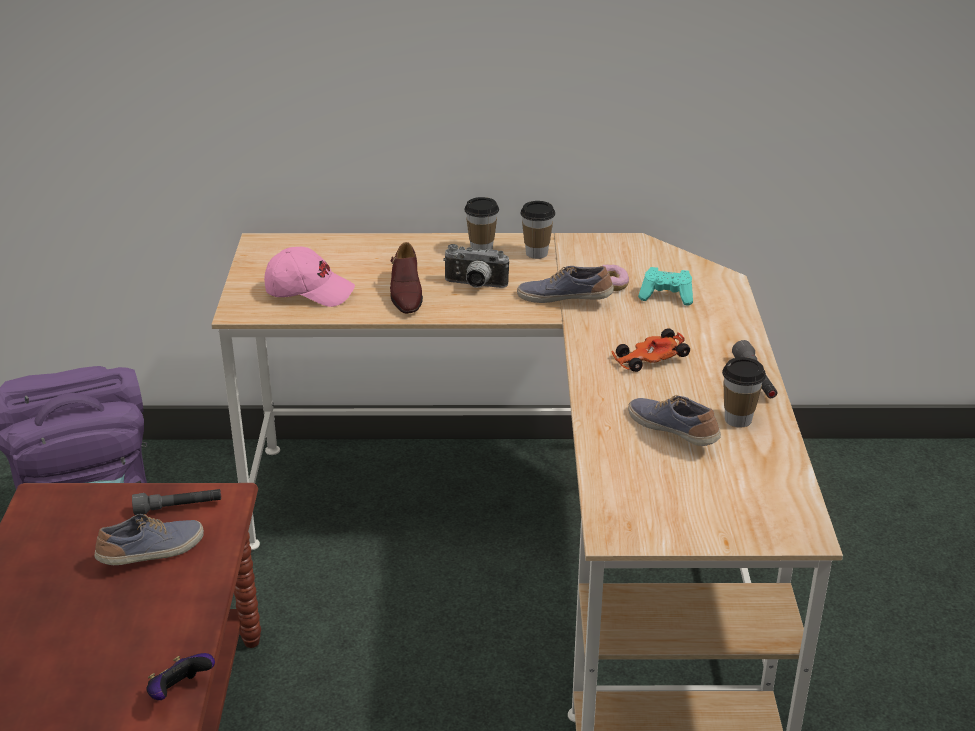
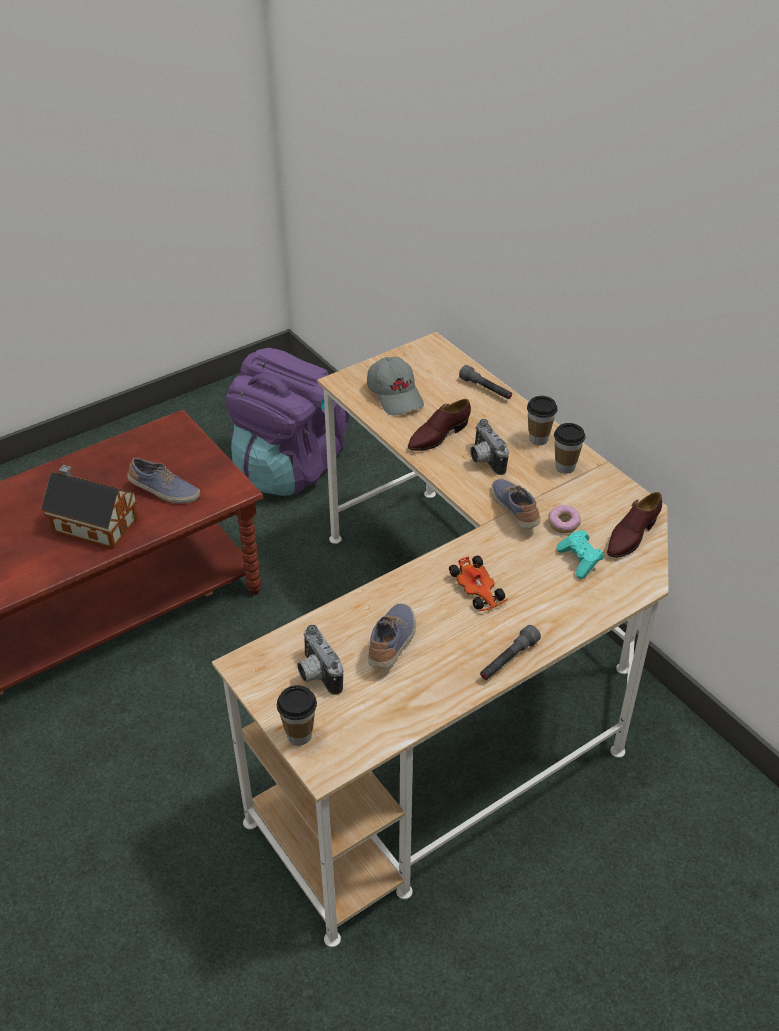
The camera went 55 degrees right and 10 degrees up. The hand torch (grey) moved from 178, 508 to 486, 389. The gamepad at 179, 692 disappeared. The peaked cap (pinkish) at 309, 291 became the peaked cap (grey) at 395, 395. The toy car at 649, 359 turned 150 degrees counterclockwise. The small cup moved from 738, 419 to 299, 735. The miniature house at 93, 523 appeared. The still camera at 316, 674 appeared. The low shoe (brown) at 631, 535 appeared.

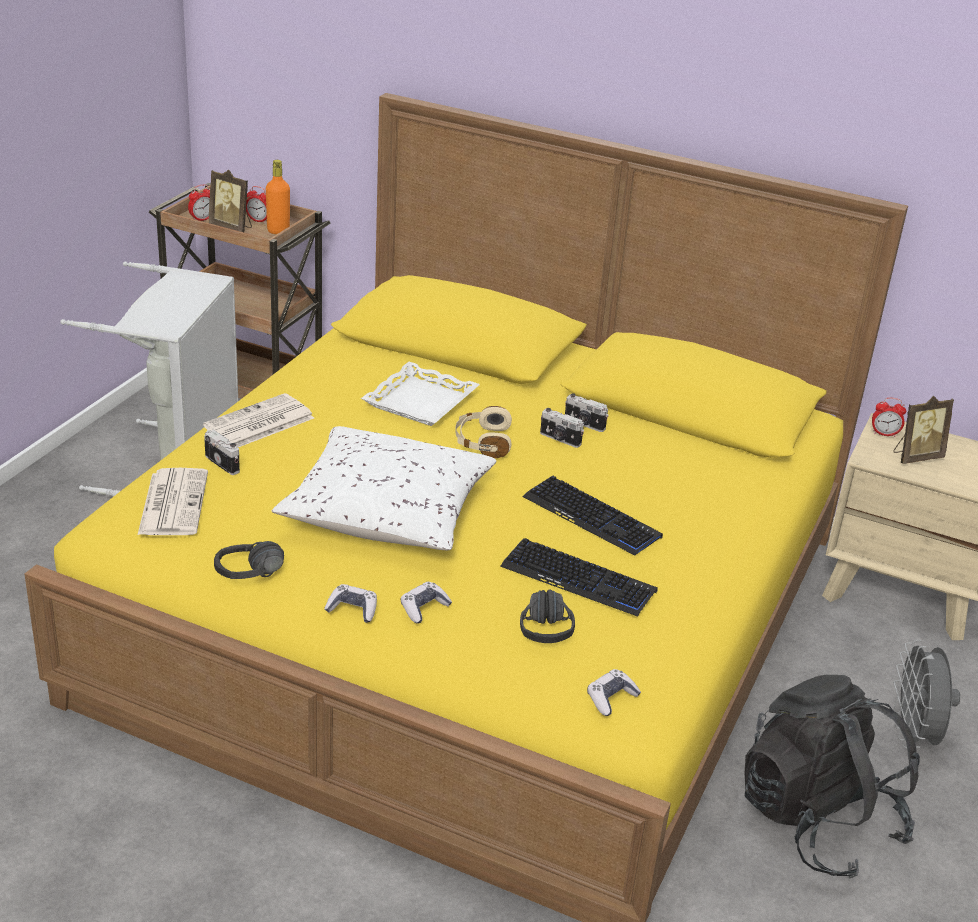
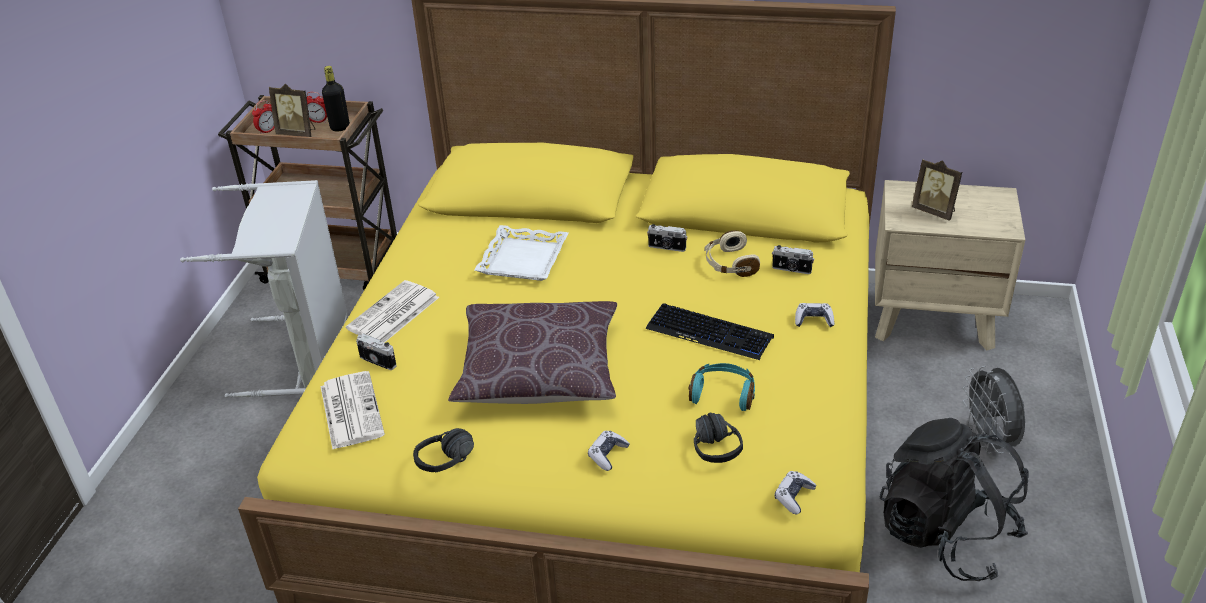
The camera went 10 degrees left and 5 degrees up. The bottle (orange) at 278, 231 became the bottle (black-coloured) at 340, 127. The cushion (whitish) at 387, 511 became the cushion (brown) at 538, 371. The gamepad moved from 352, 609 to 813, 320. The pair of headphones (beige) moved from 482, 442 to 729, 264. The PC keyboard at 578, 579 was replaced by the pair of headphones (blue-green) at 723, 394. The still camera moved from 559, 439 to 791, 269. The bedside clock at 884, 434 disappeared. The photo frame at 915, 457 turned 75 degrees clockwise.

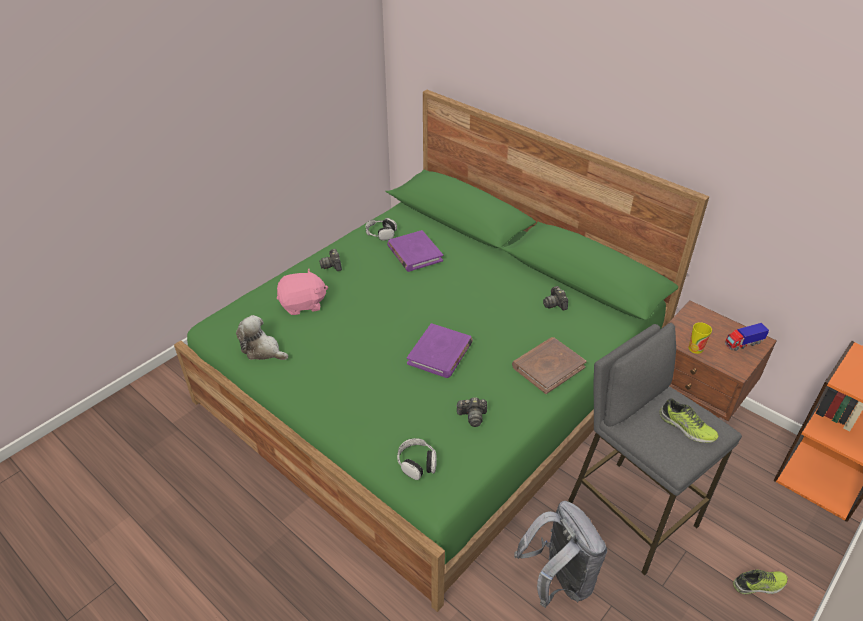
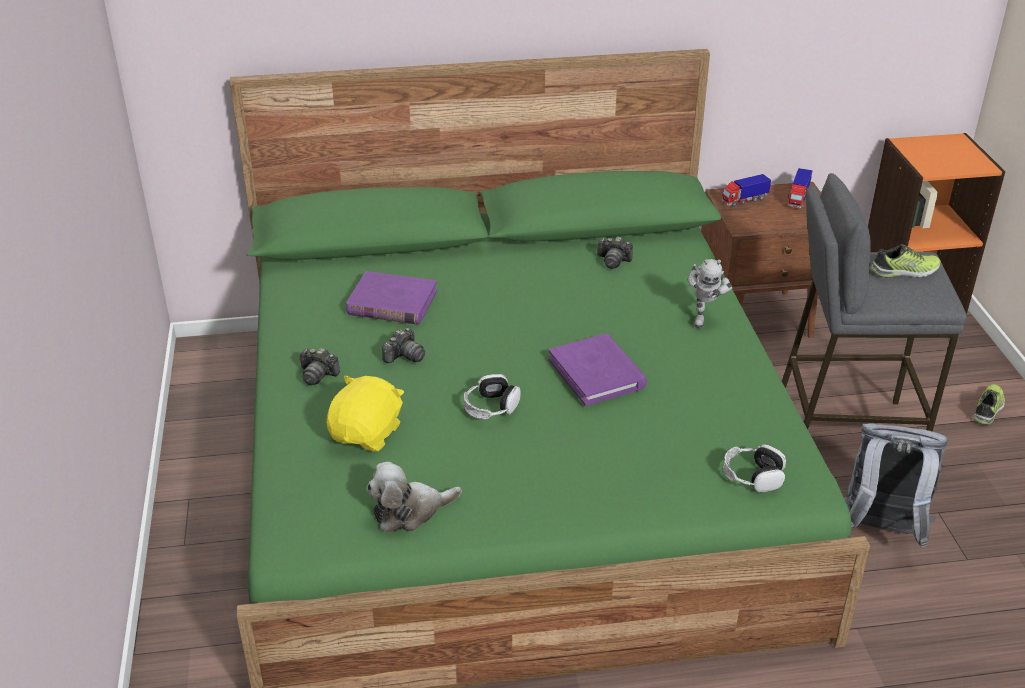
The camera went 50 degrees left and 5 degrees down. The plush toy (pinkish) at 303, 305 became the plush toy (yellowish) at 367, 434. The pair of headphones moved from 381, 234 to 491, 407. The still camera moved from 472, 416 to 404, 356. The book (brown) at 548, 367 was replaced by the robot figure at 703, 316. The small cup at 695, 348 disappeared. The toy truck at 744, 200 appeared.

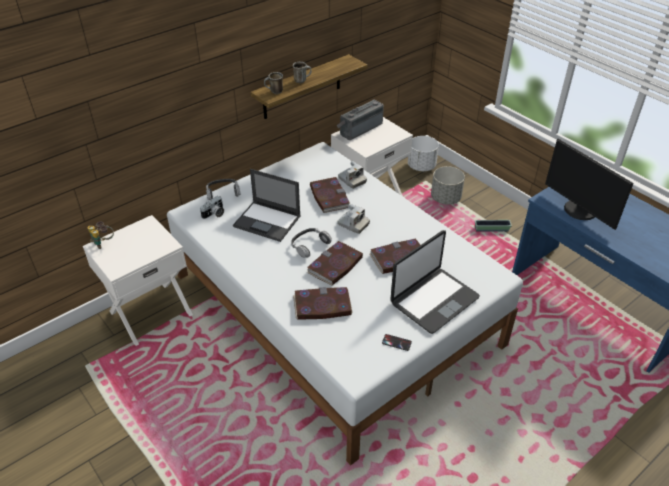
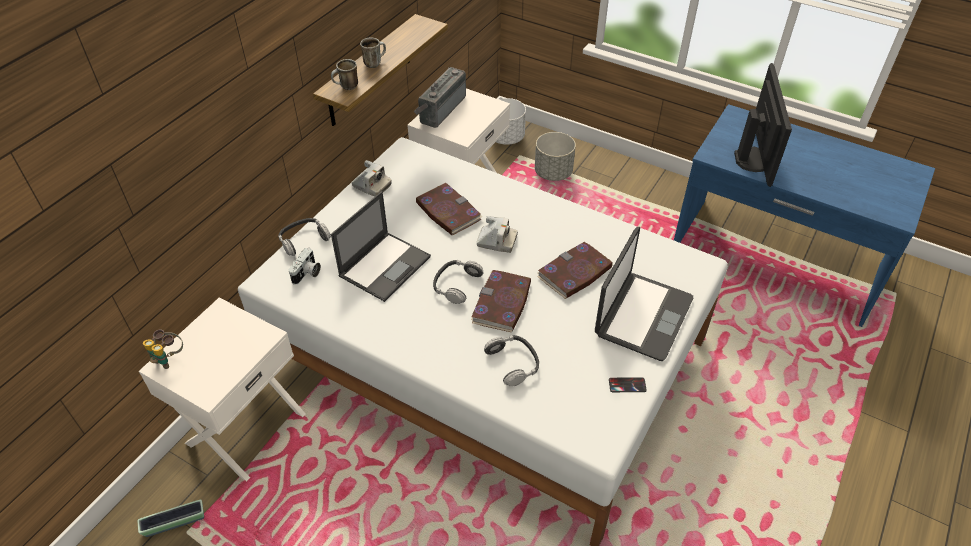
The camera went 20 degrees left and 5 degrees up. The laptop at 268, 221 turned 60 degrees counterclockwise. The book at 322, 306 was replaced by the pair of headphones at 513, 363. The still camera moved from 352, 180 to 371, 186. The flower pot moved from 491, 229 to 175, 523. The computer screen at 579, 210 turned 120 degrees counterclockwise.

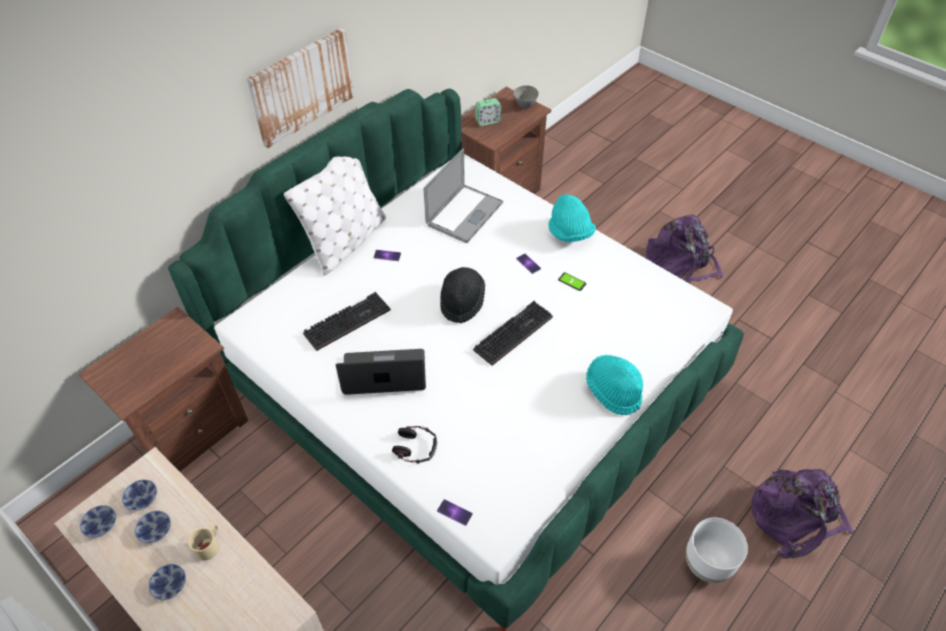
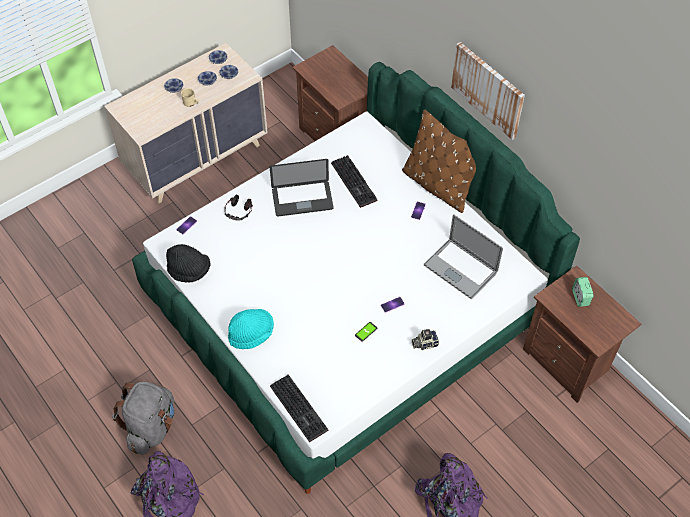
The camera went 100 degrees right and 5 degrees up. The cushion (whitish) at 346, 241 became the cushion (brown) at 438, 186. The laptop at 384, 373 turned 75 degrees clockwise. The wearable hat (black-coloured) moved from 462, 302 to 189, 271. The PC keyboard moved from 513, 332 to 300, 408. The bowl (grey) at 525, 105 disappeared. The wearable hat (blue-green) at 570, 233 was replaced by the still camera at 424, 343. The flower pot (whitish) at 706, 564 was replaced by the knapsack (grey) at 151, 427.

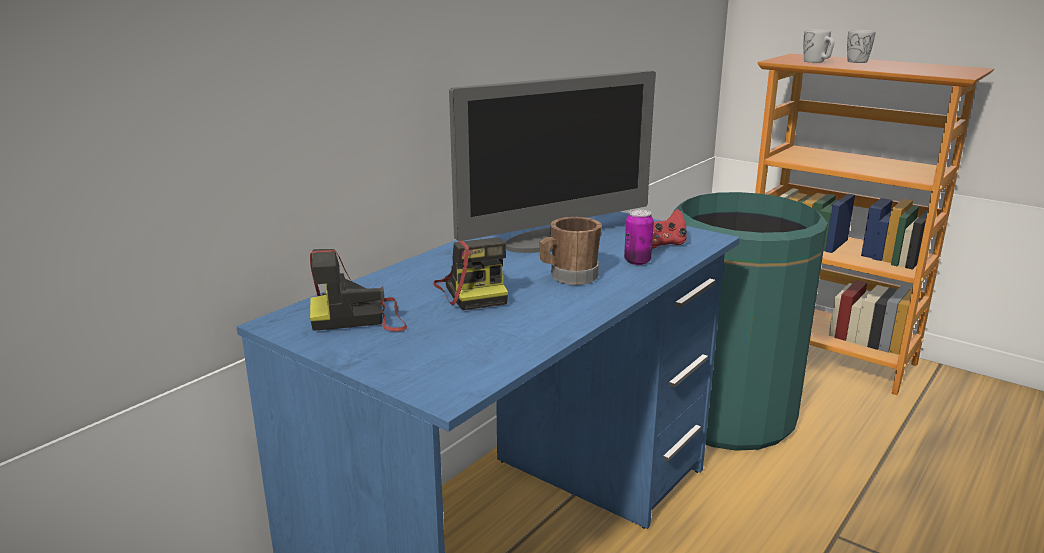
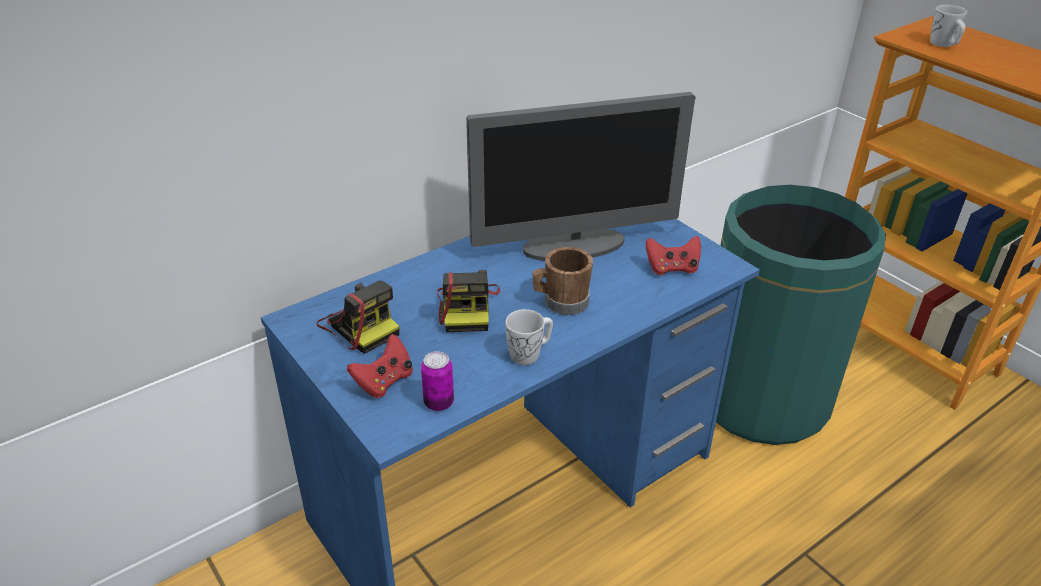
The camera went 15 degrees right and 15 degrees up. The still camera at 360, 318 turned 135 degrees counterclockwise. The sealed can moved from 637, 261 to 439, 403. The tea mug (whitish) moved from 858, 61 to 530, 353. The gamepad (reddish) at 384, 381 appeared.

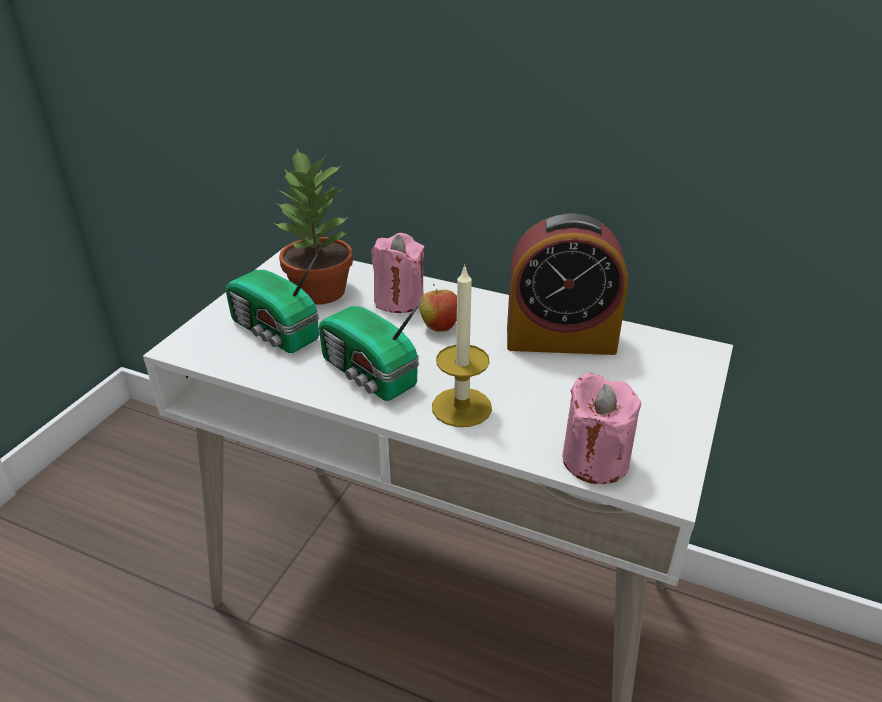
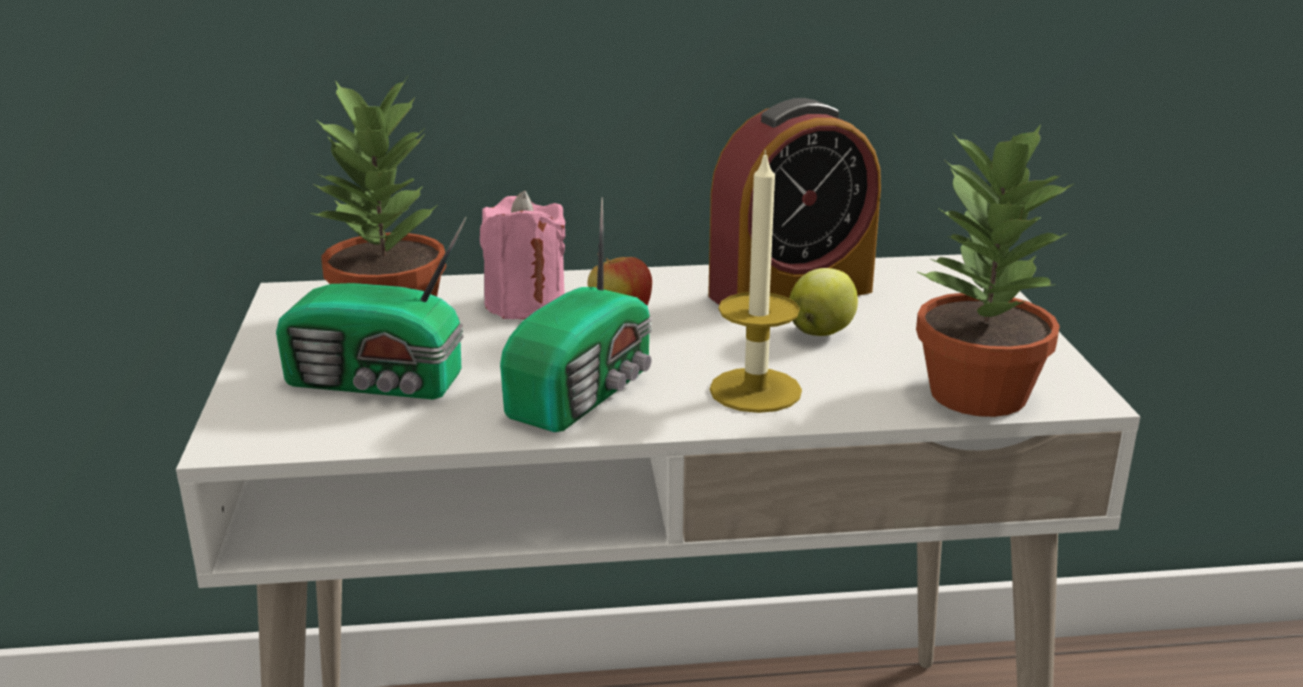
The camera went 30 degrees left and 10 degrees down. The radio receiver at 369, 375 turned 75 degrees counterclockwise. The wax light (pinkish) at 595, 460 was replaced by the houseplant at 975, 394. The whole apple at 821, 333 appeared.

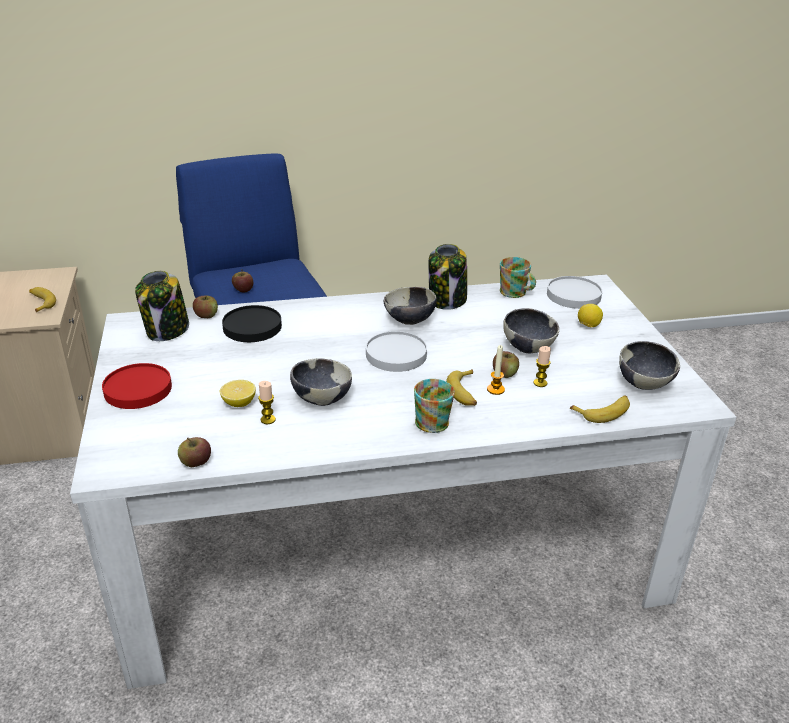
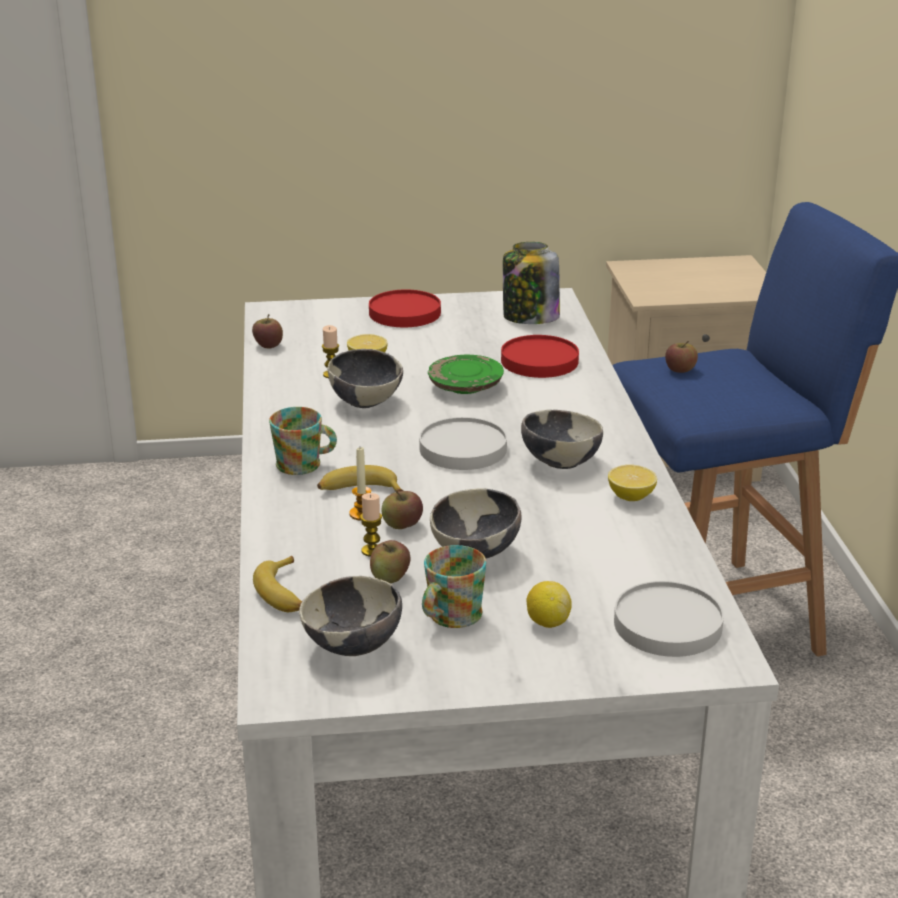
The camera went 95 degrees right and 5 degrees down. The banana at 40, 303 disappeared. The whole apple moved from 206, 315 to 390, 577. The dinner plate (black-coloured) at 252, 327 became the dinner plate (reddish) at 539, 361. The jar at 447, 300 was replaced by the whole lemon at 631, 496. The tea mug moved from 516, 293 to 449, 617. The dinner plate (greenish) at 465, 386 appeared.

